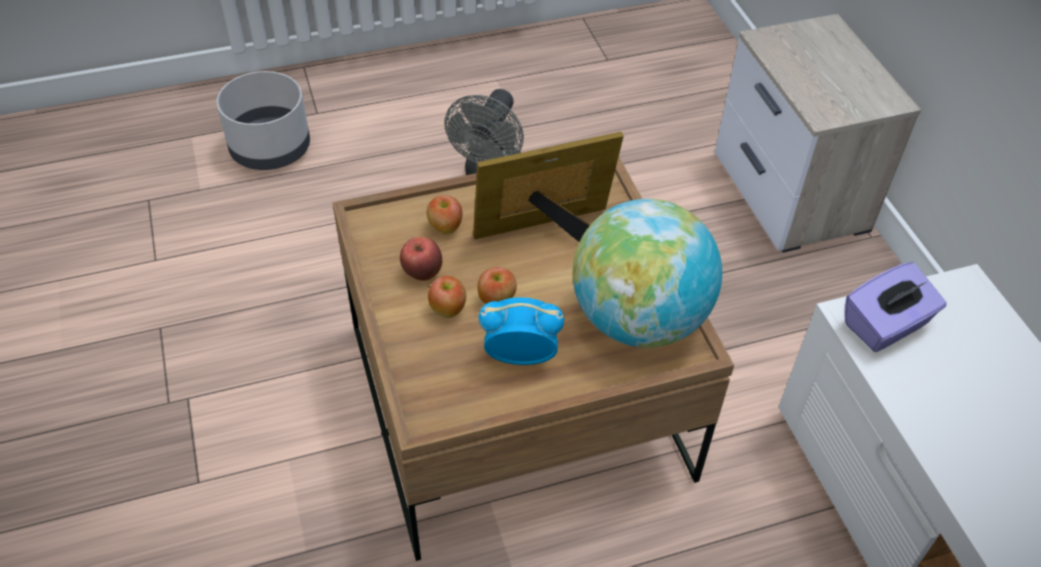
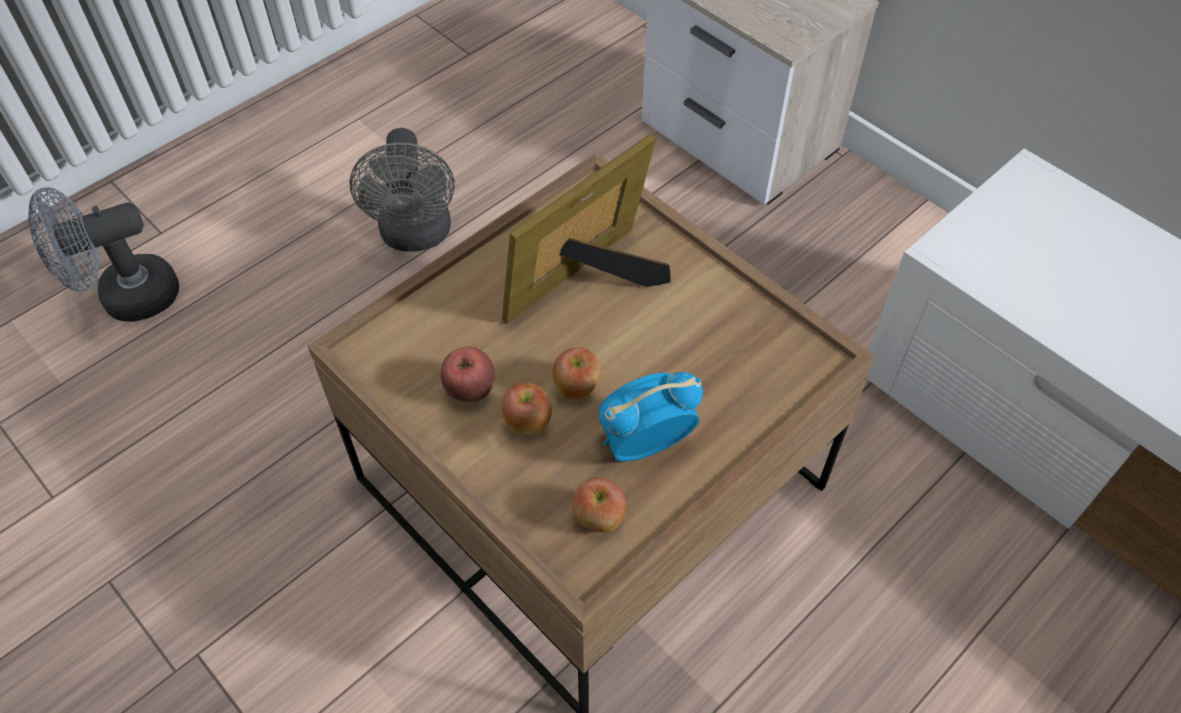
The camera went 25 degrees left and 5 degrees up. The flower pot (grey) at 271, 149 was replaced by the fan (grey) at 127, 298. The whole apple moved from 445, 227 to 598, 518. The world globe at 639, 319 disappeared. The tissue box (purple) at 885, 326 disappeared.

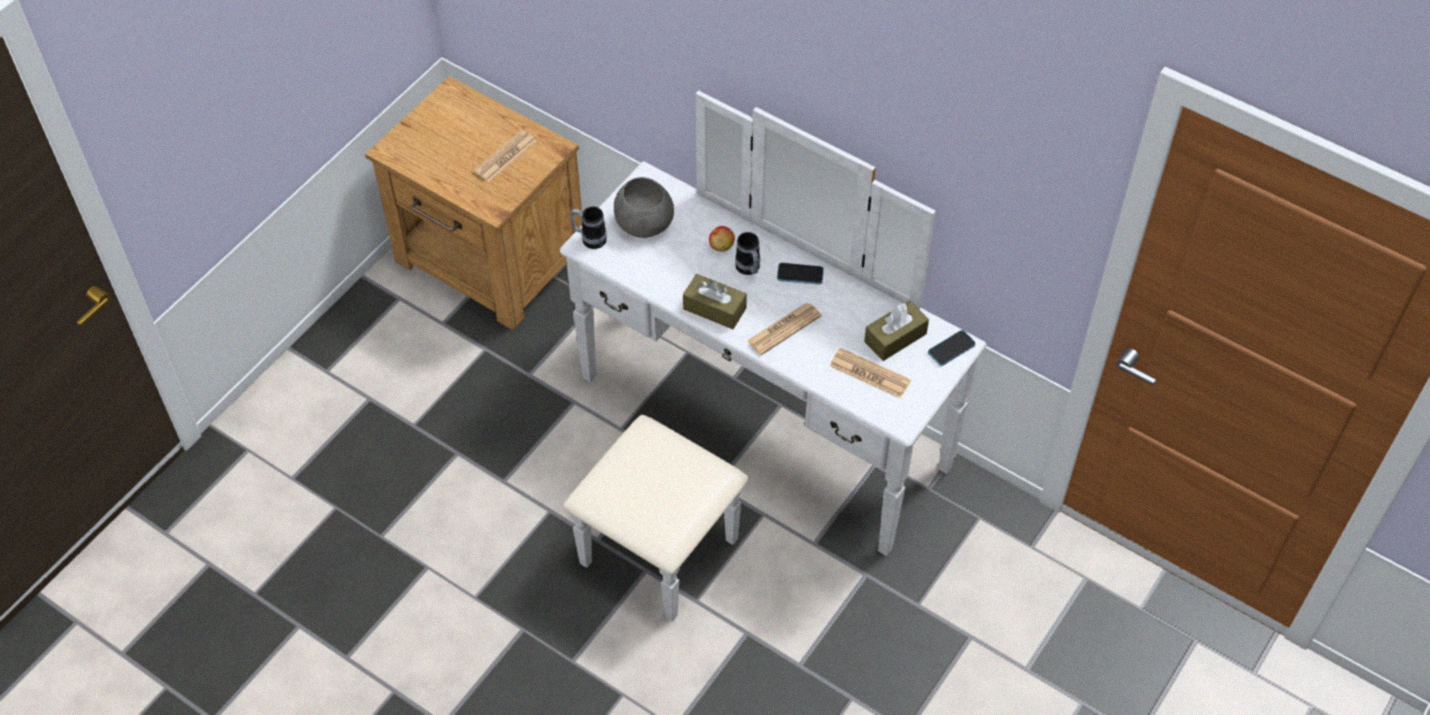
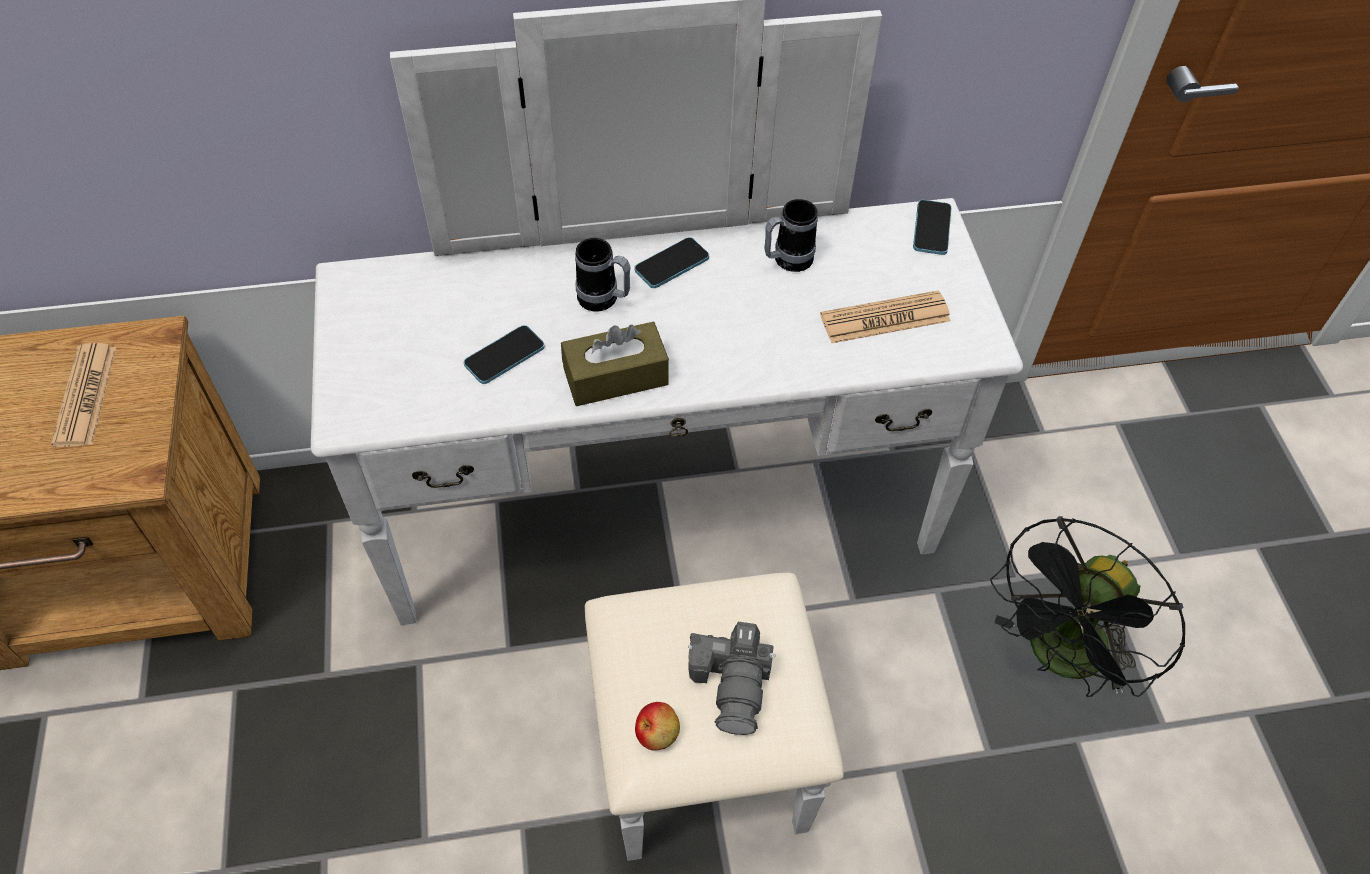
The camera went 45 degrees left and 0 degrees up. The tea mug moved from 589, 239 to 786, 261. The bowl (grey) at 643, 222 disappeared. The whole apple moved from 722, 245 to 657, 733. The daily paper at 784, 329 disappeared. The tissue box (brown) at 895, 337 disappeared. The handset at 504, 356 appeared. The still camera at 733, 684 appeared. The fan (black-coloured) at 1060, 659 appeared.

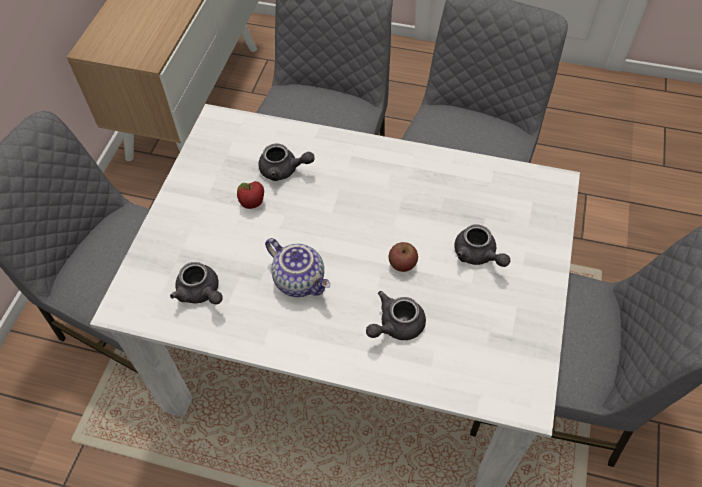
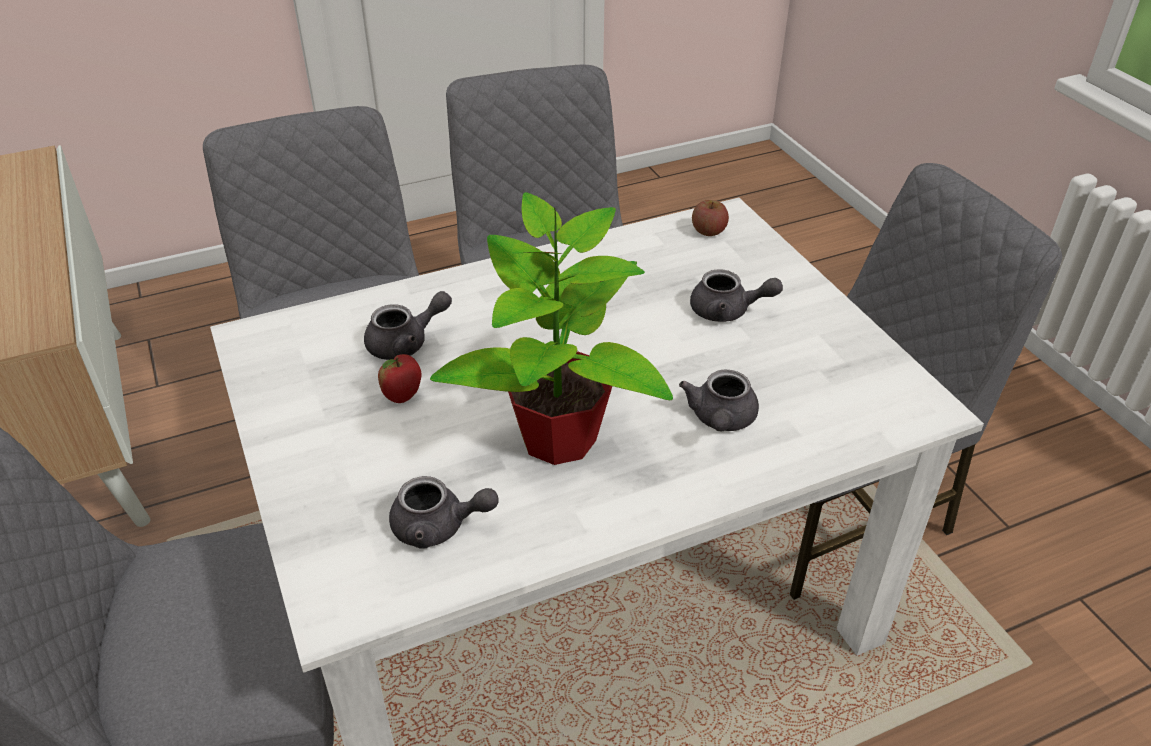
The camera went 40 degrees left and 15 degrees down. The tea pot at 301, 280 was replaced by the houseplant at 558, 439. The whole apple moved from 402, 263 to 708, 231.

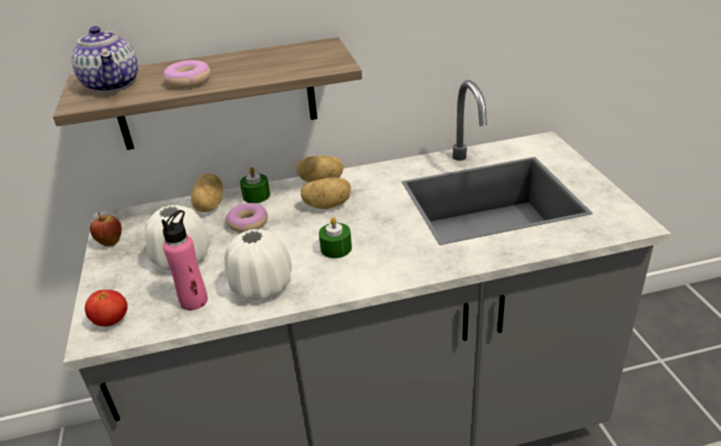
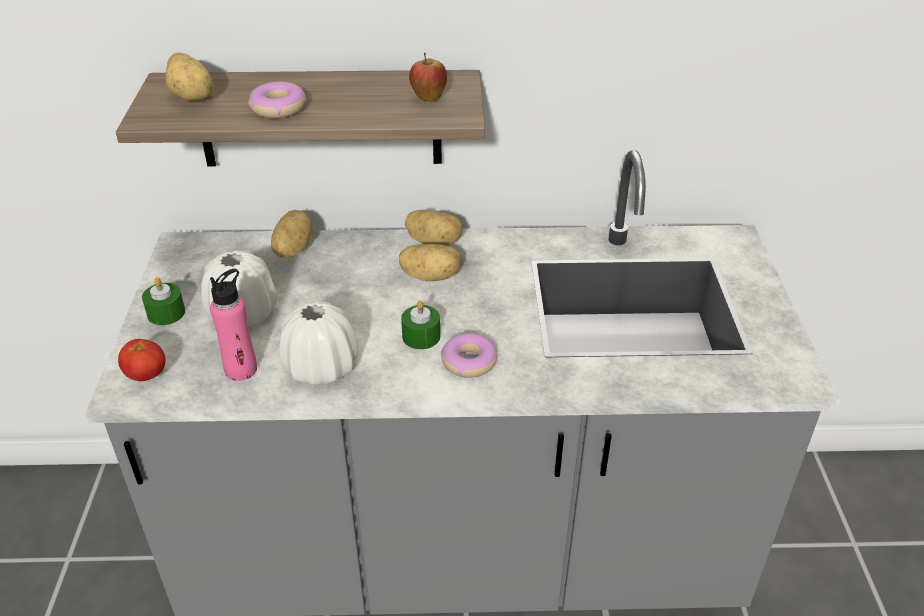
The camera went 10 degrees right and 5 degrees up. The tea pot at 112, 84 was replaced by the potato at 192, 96. The whole apple moved from 110, 243 to 428, 98. The doughnut moved from 248, 223 to 469, 362. The wax light (greenish) moved from 256, 196 to 166, 313.

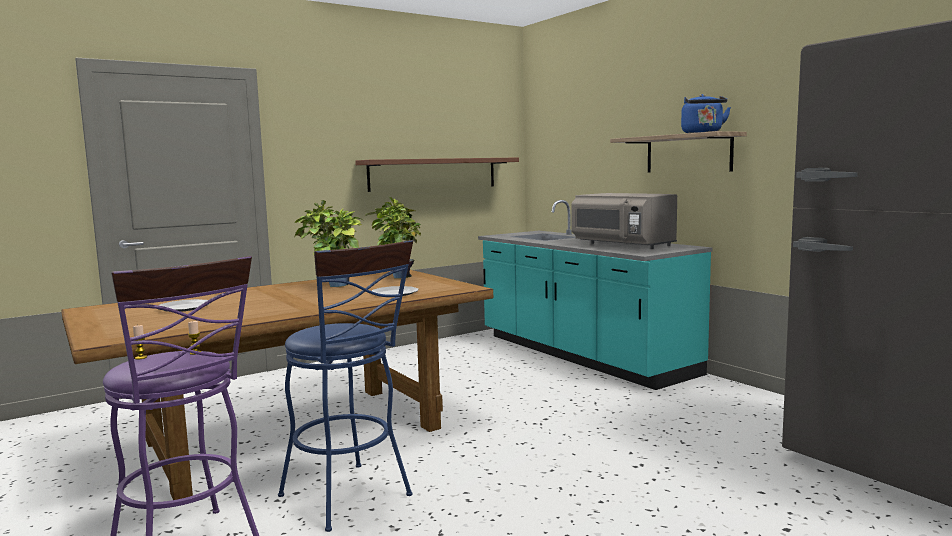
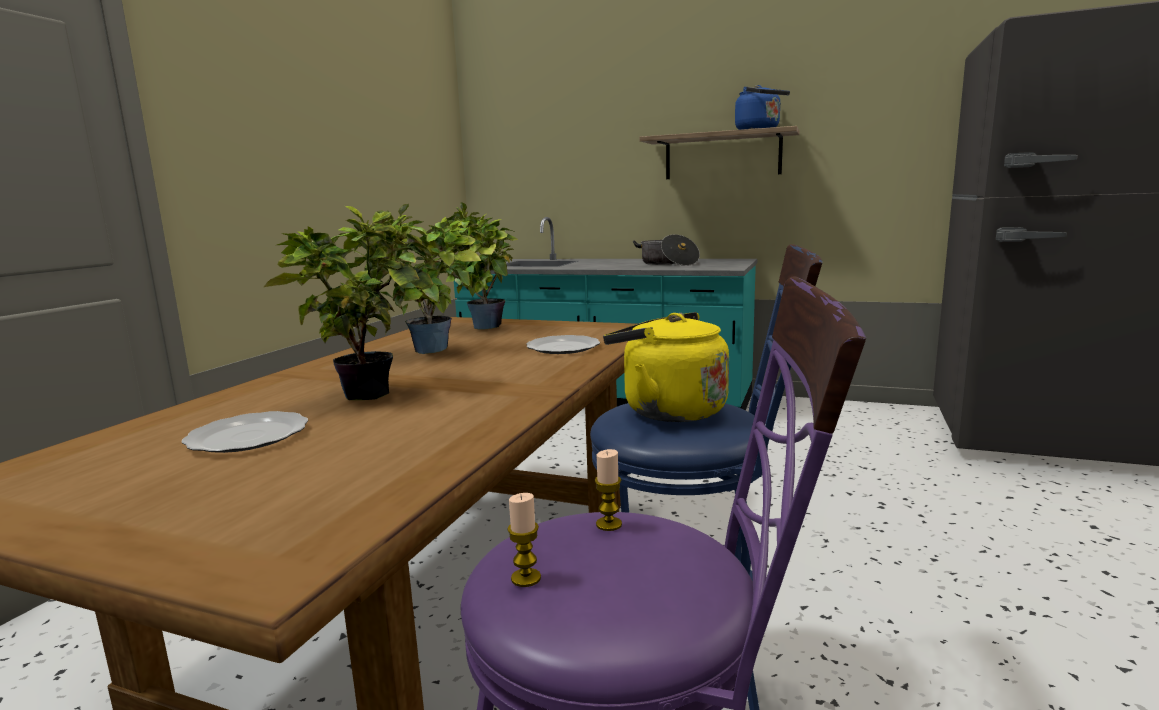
The camera went 35 degrees left and 5 degrees up. The wall shelf (brown) at 433, 174 disappeared. The kitchen microwave (grey) at 622, 245 was replaced by the cooking pot at 667, 263. The houseplant at 371, 392 appeared. The kettle (yellowish) at 667, 410 appeared.

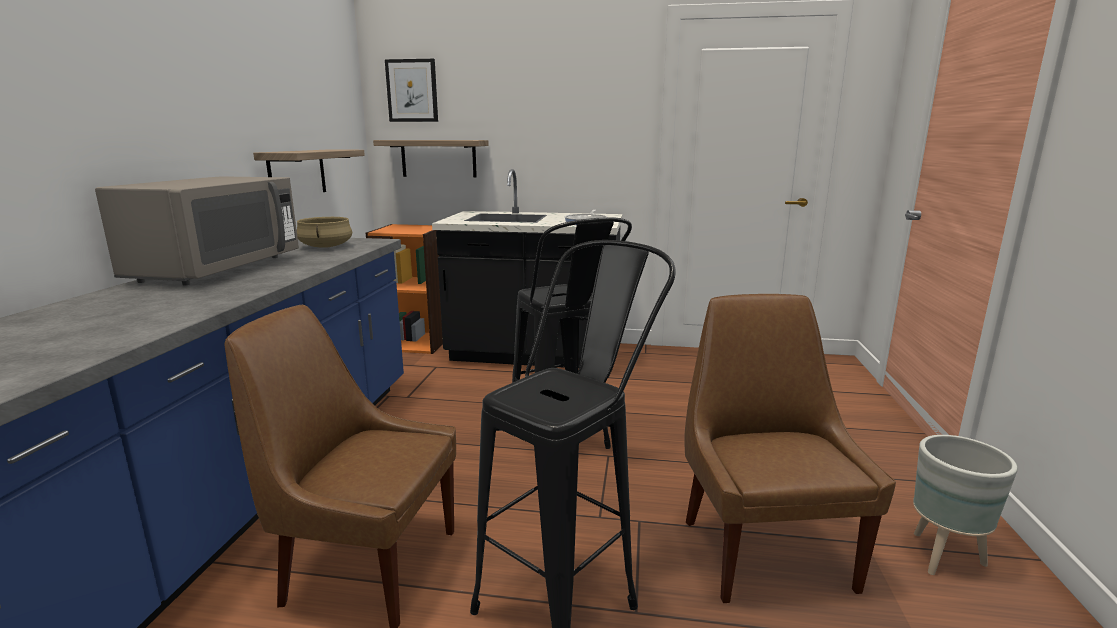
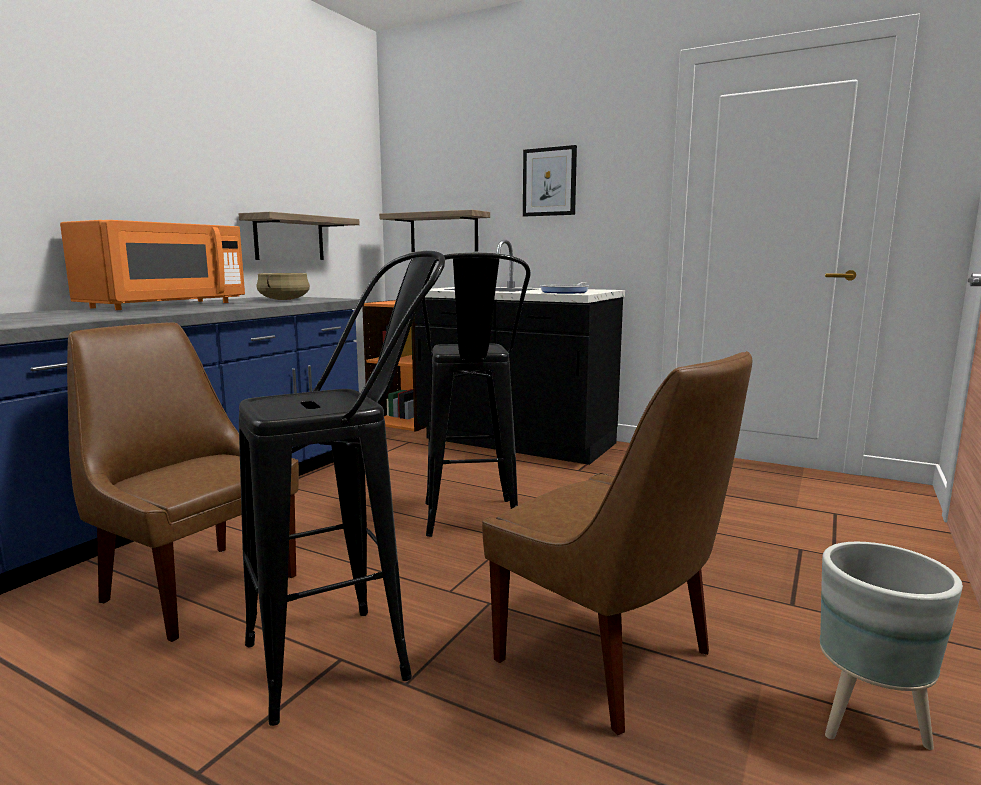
The camera went 20 degrees right and 5 degrees down. The kitchen microwave (grey) at 218, 270 became the kitchen microwave (orange) at 164, 305. The wall picture moved from 412, 90 to 549, 182. The upright chair (brown) at 763, 550 turned 120 degrees clockwise.

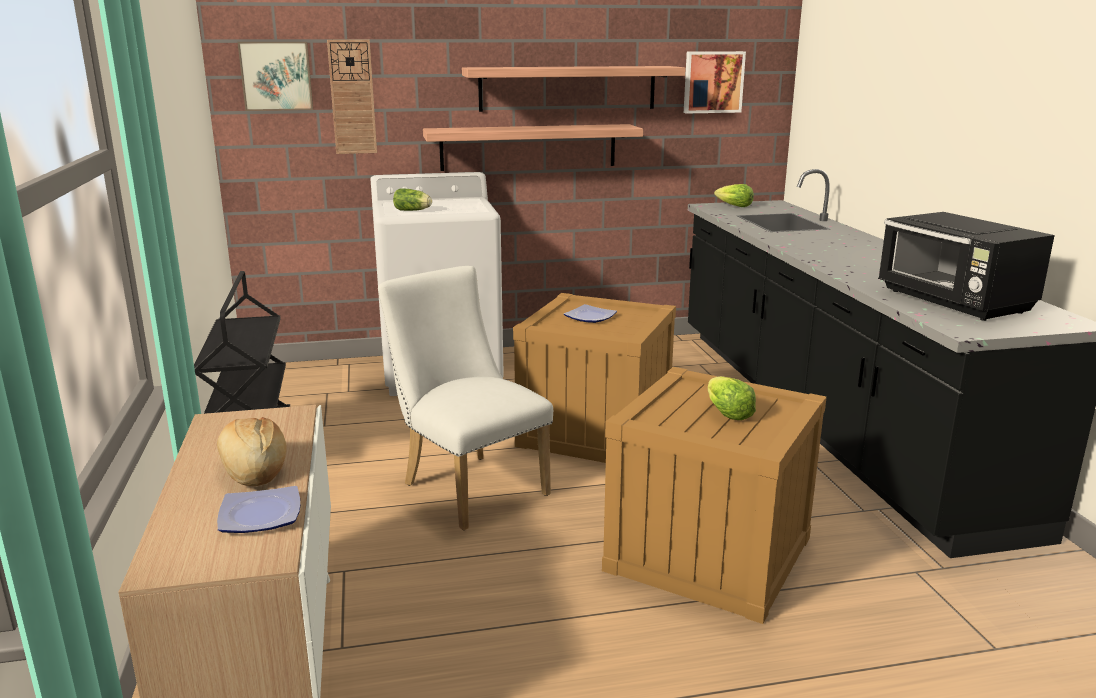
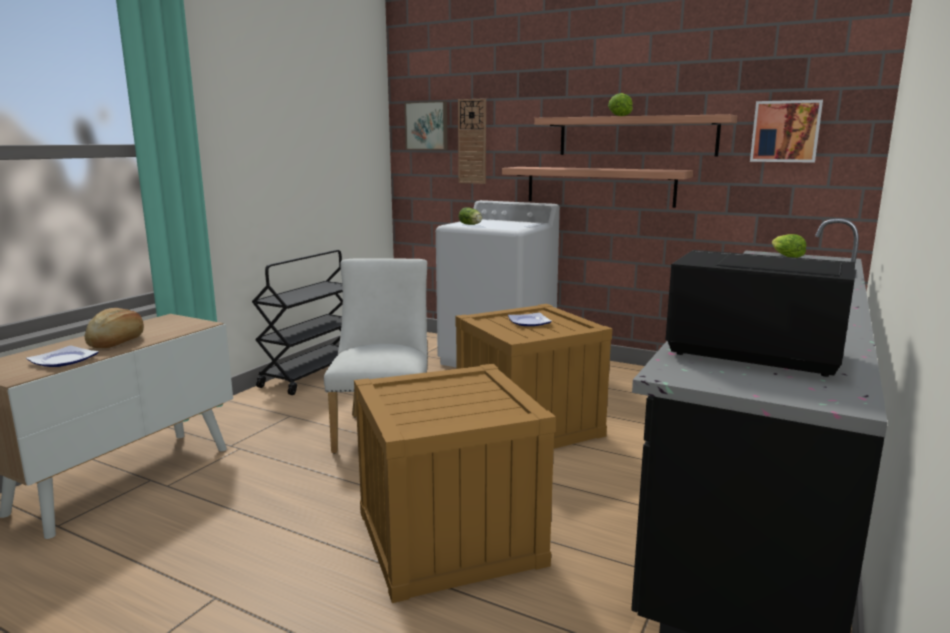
The camera went 40 degrees right and 5 degrees down. The head of lettuce moved from 727, 413 to 620, 116. The kitchen microwave (black-coloured) at 954, 302 turned 105 degrees clockwise.

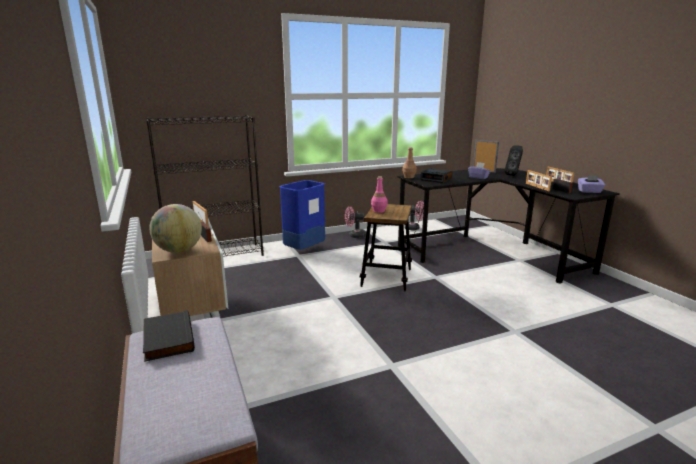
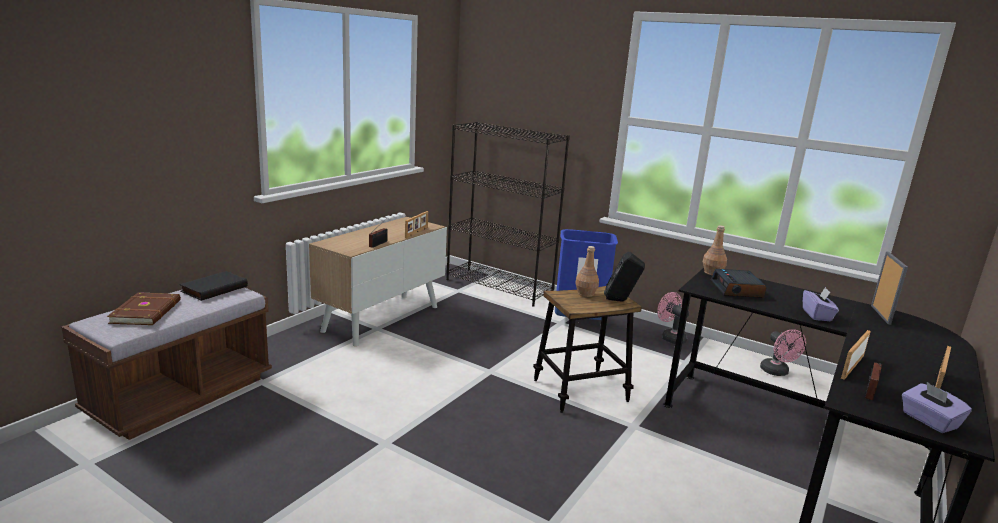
The camera went 55 degrees right and 0 degrees up. The world globe at 179, 250 disappeared. The bottle (pinkish) at 379, 211 became the bottle (brown) at 585, 294. The audio speaker (black-coloured) moved from 513, 175 to 621, 301. The book (brown) at 147, 311 appeared.

